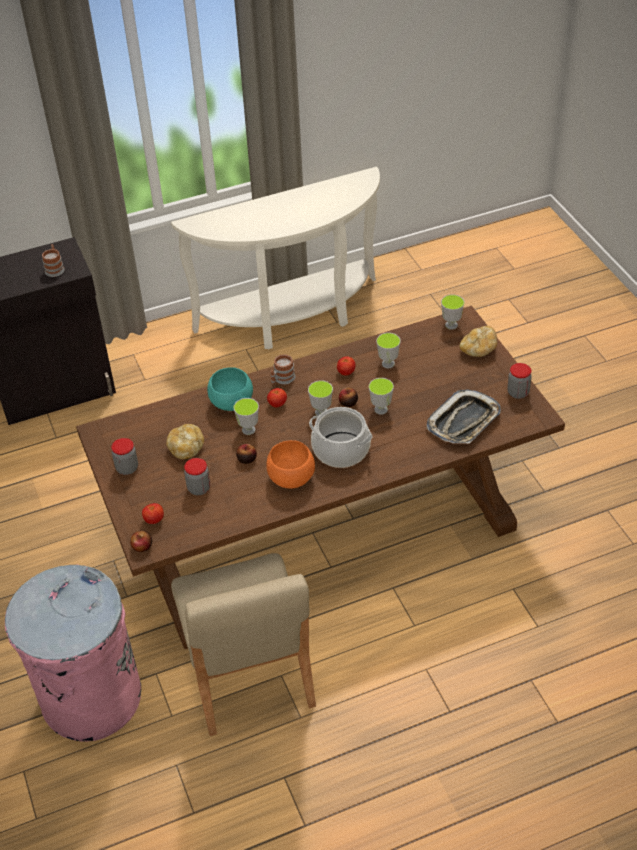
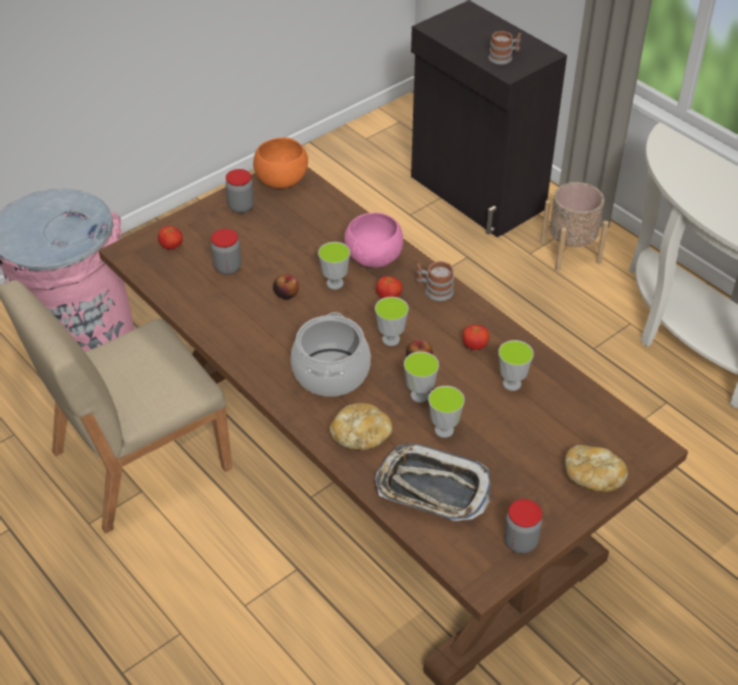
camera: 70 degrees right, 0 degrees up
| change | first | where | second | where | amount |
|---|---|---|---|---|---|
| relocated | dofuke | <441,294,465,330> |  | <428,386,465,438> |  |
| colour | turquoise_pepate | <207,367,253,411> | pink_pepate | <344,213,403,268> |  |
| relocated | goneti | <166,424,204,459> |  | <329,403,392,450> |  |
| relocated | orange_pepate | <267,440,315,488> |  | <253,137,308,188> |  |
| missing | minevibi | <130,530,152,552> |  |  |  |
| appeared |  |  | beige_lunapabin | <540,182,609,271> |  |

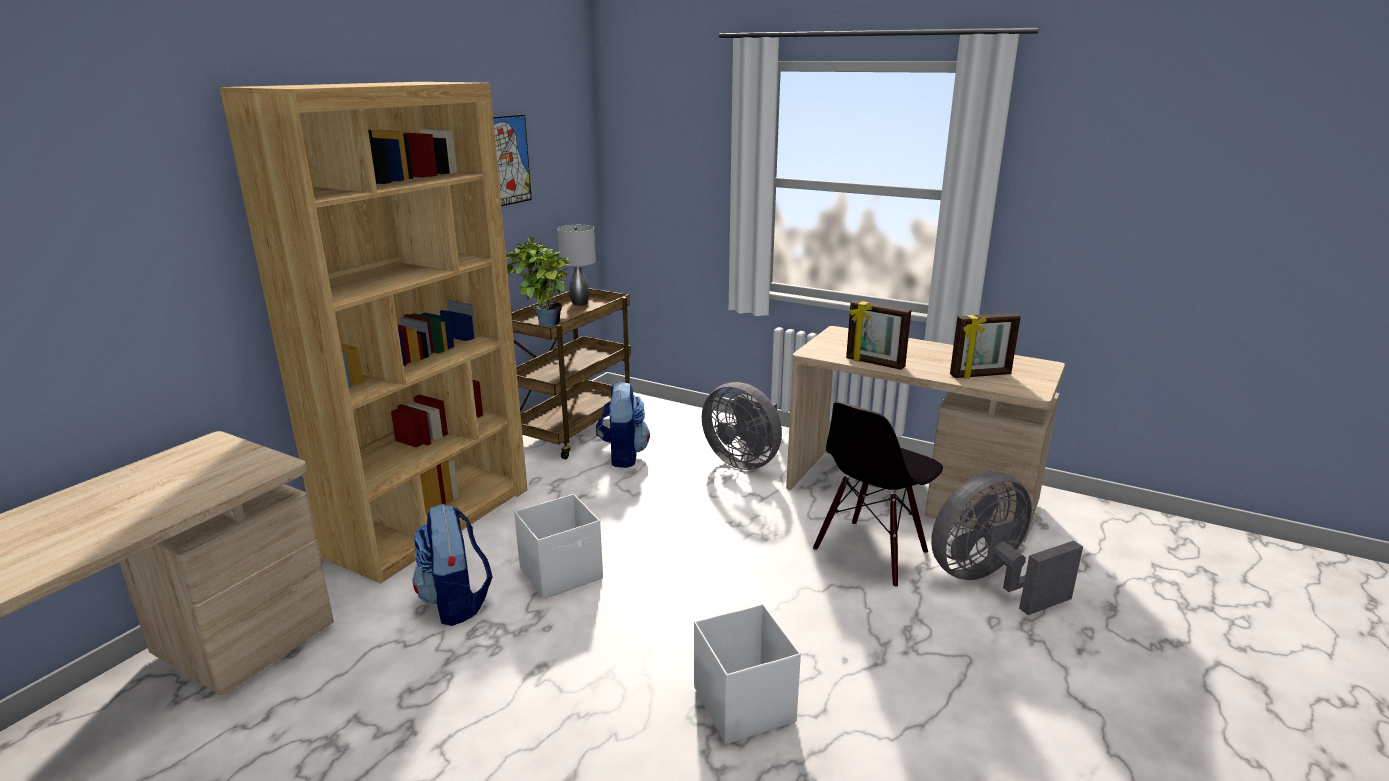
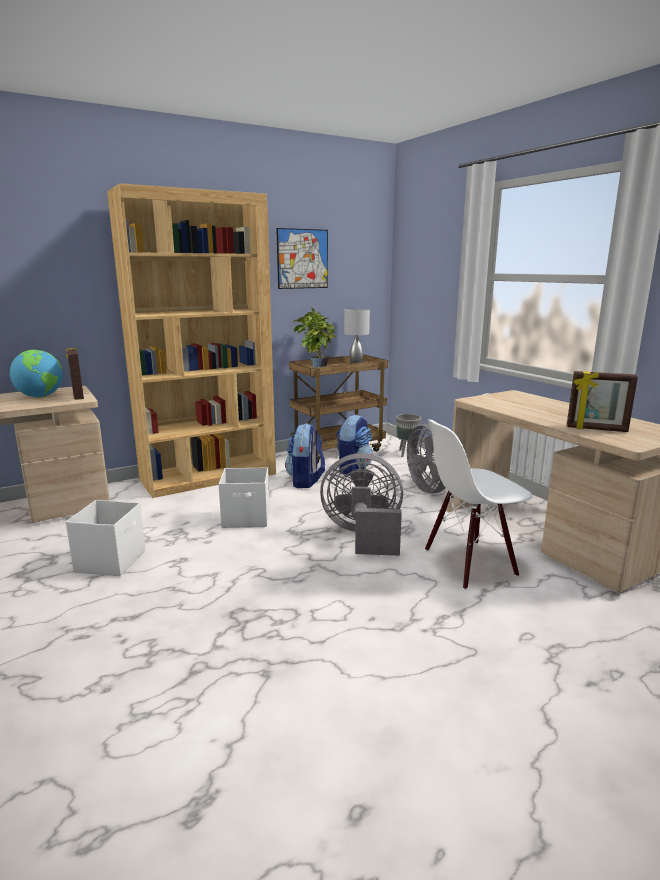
camera: 30 degrees right, 5 degrees down
| change | first | where | second | where | amount |
|---|---|---|---|---|---|
| relocated | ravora | <846,300,911,370> |  | <66,348,84,400> |  |
| colour | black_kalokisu | <813,402,943,588> | white_kalokisu | <425,419,533,590> |  |
| relocated | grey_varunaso | <931,472,1083,615> |  | <320,453,403,556> |  |
| relocated | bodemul | <413,504,493,626> |  | <285,423,325,488> |  |
| relocated | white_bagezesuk | <694,604,801,744> |  | <66,500,145,576> |  |
| appeared |  |  | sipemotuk | <10,350,63,398> |  |
| appeared |  |  | grey_lunapabin | <396,414,421,457> |  |

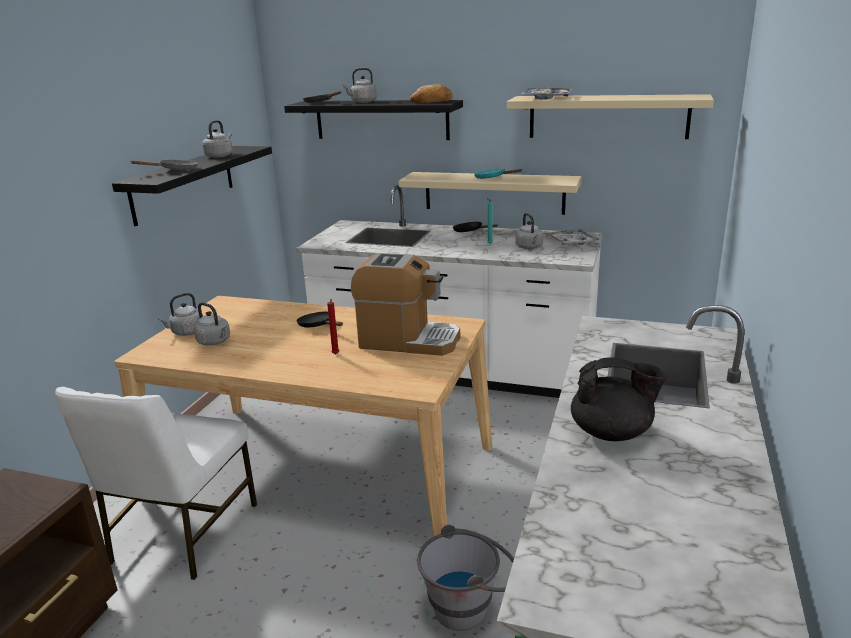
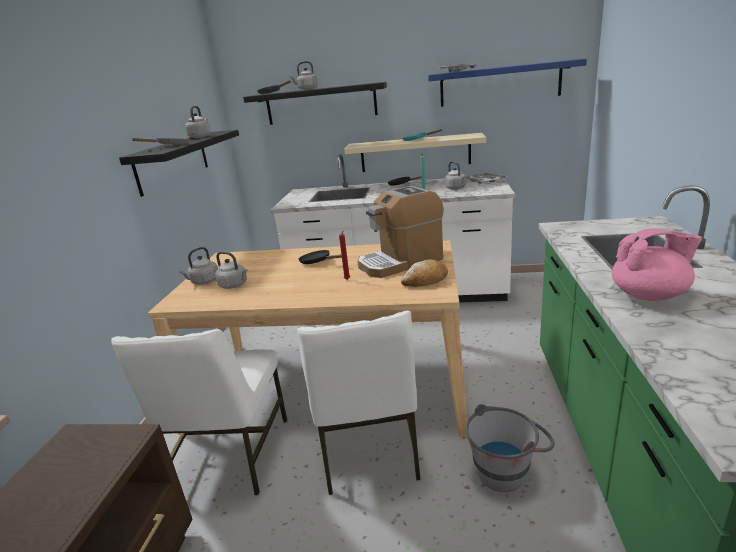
camera: 10 degrees left, 0 degrees up
| change | first | where | second | where | amount |
|---|---|---|---|---|---|
| relocated | goneti | <410,84,453,103> |  | <401,259,448,287> |  |
| colour | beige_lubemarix | <507,94,714,139> | blue_lubemarix | <428,59,587,107> |  |
| spun | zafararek | <351,253,460,356> |  | <358,186,444,278> | 150 degrees clockwise |
| colour | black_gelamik | <571,357,667,441> | pink_gelamik | <612,229,702,301> |  |
| appeared |  |  | white_kalokisu | <297,311,421,495> |  |

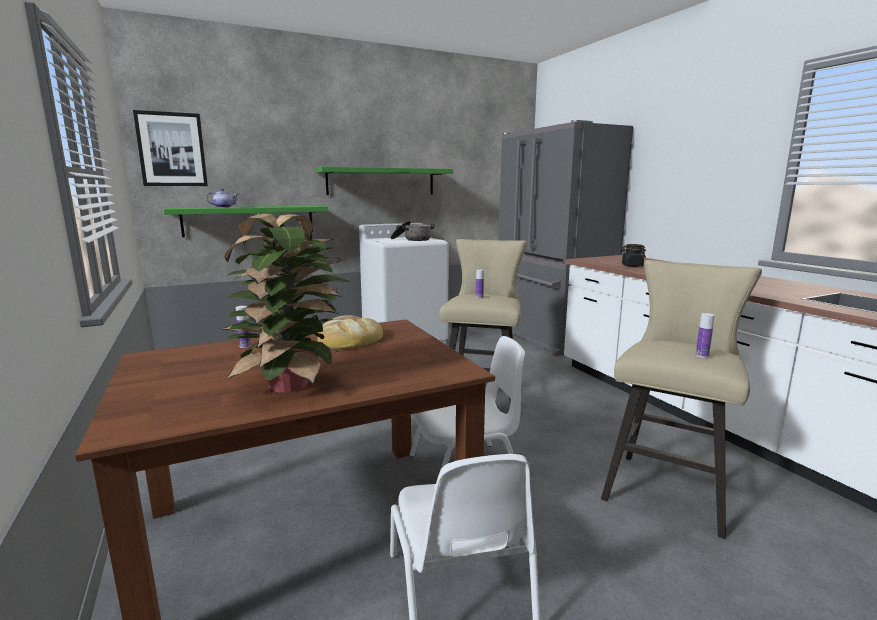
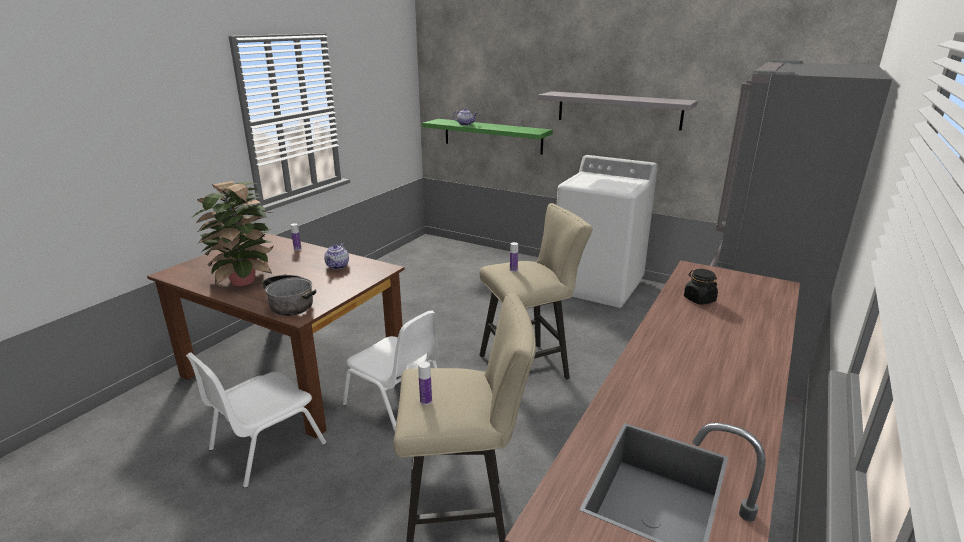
camera: 55 degrees right, 10 degrees up
| change | first | where | second | where | amount |
|---|---|---|---|---|---|
| missing | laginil | <133,110,208,186> |  |  |  |
| colour | green_lubemarix | <315,167,453,195> | grey_lubemarix | <538,91,698,130> |  |
| relocated | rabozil | <391,221,435,241> |  | <263,274,316,316> |  |
| exchanged | goneti | <317,315,383,349> | gelamik | <324,243,349,269> |  |

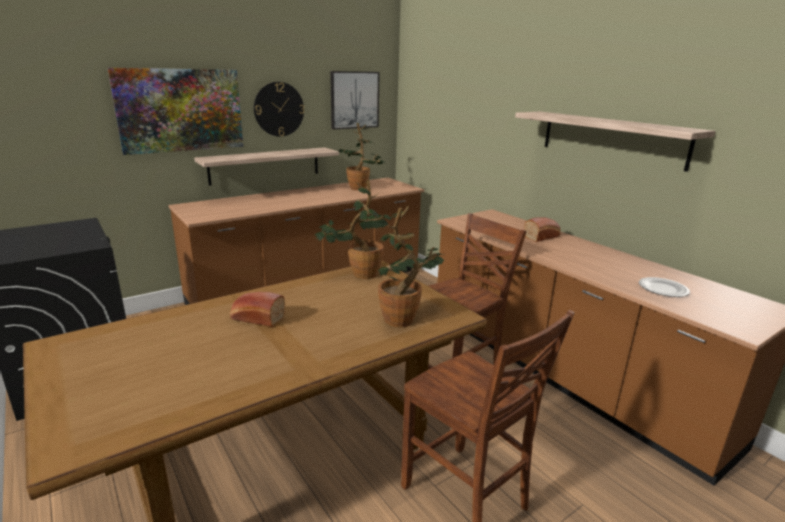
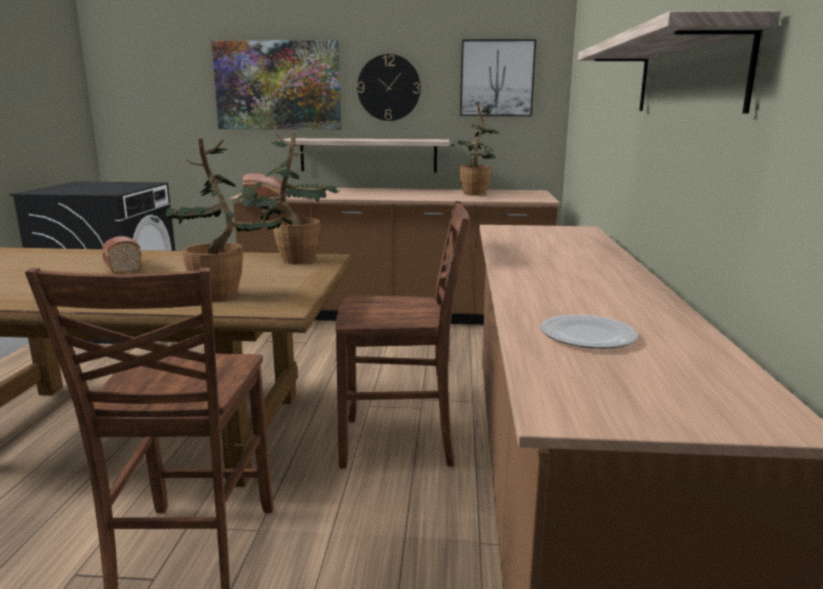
camera: 40 degrees right, 5 degrees down
| change | first | where | second | where | amount |
|---|---|---|---|---|---|
| relocated | goneti | <524,217,561,242> |  | <243,173,282,197> |  |

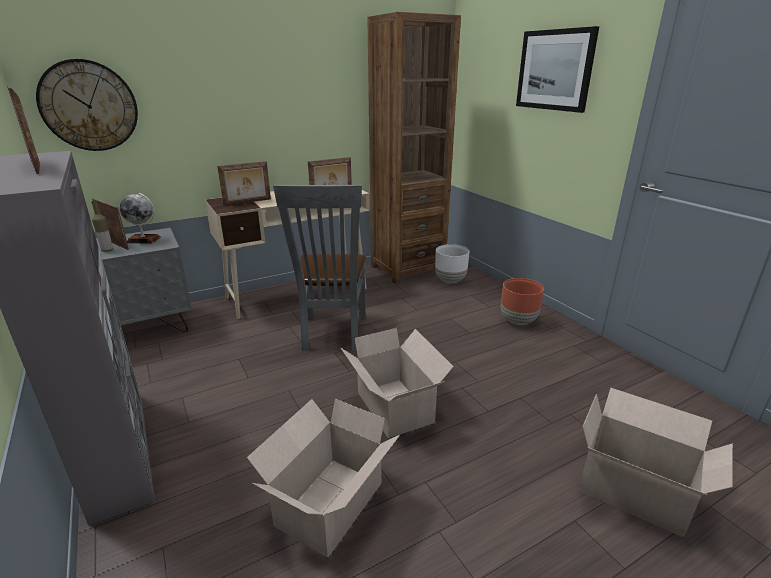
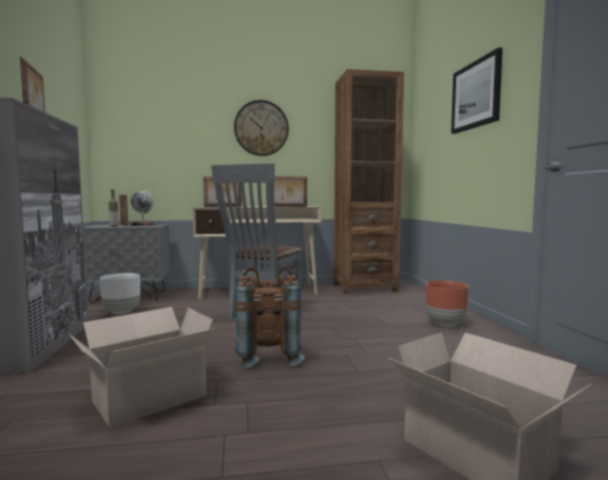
camera: 20 degrees right, 20 degrees down
| change | first | where | second | where | amount |
|---|---|---|---|---|---|
| relocated | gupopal | <36,59,138,151> |  | <234,100,289,156> |  |
| relocated | white_lunapabin | <435,244,469,283> |  | <100,273,140,314> |  |
| exchanged | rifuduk | <340,328,454,438> | brown_bodemul | <235,267,304,368> |  |

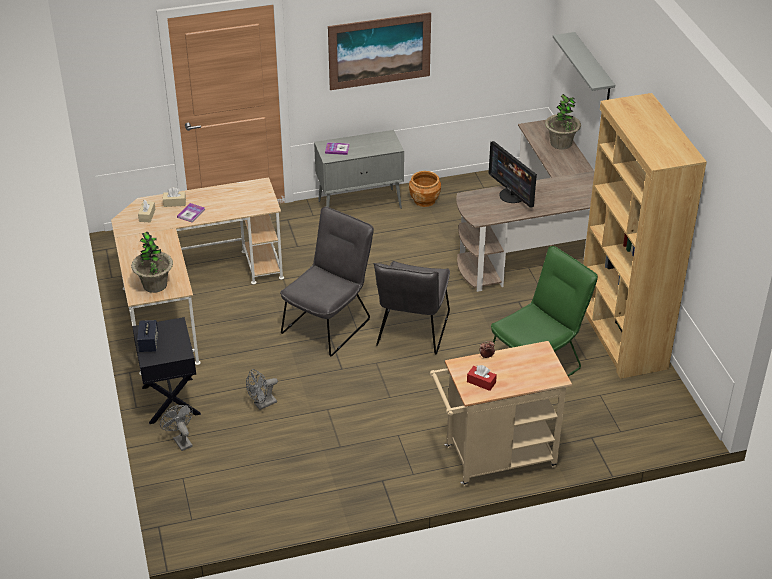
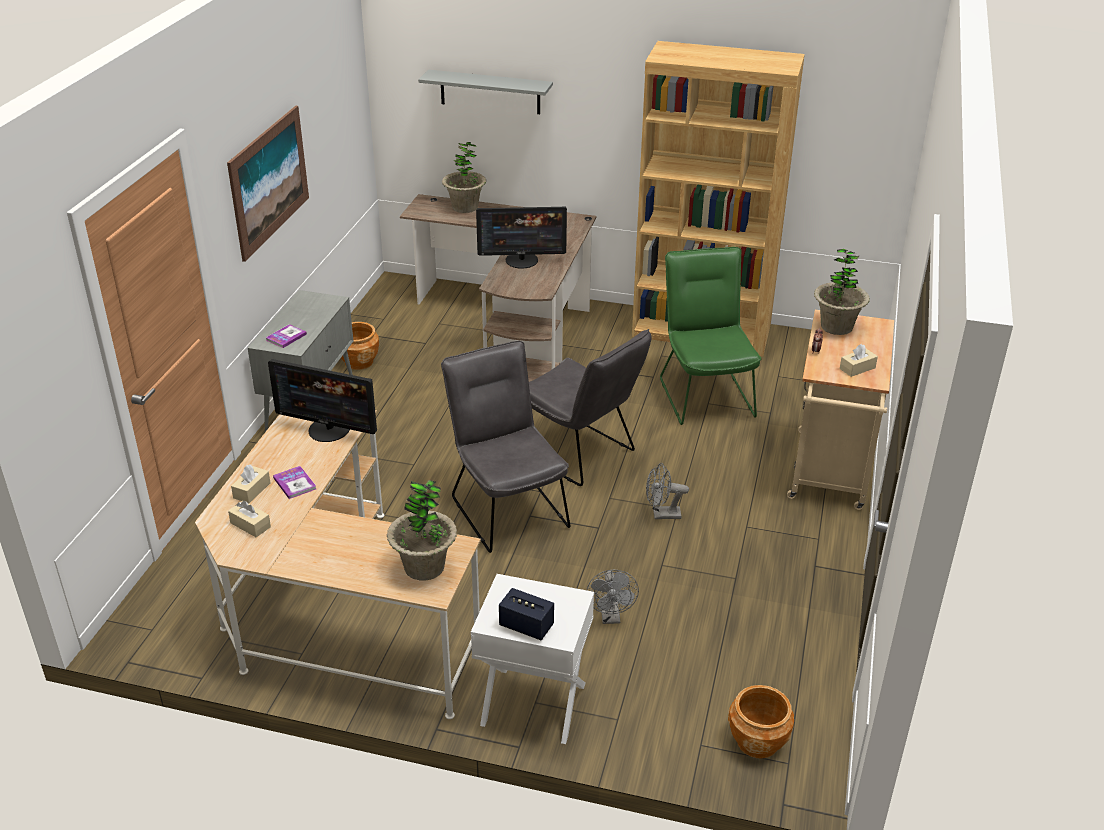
camera: 60 degrees left, 5 degrees down
| change | first | where | second | where | amount |
|---|---|---|---|---|---|
| colour | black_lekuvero | <132,317,201,424> | white_lekuvero | <471,574,594,744> |  |
| colour | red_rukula | <467,365,497,391> | beige_rukula | <840,344,878,377> |  |
| relocated | grey_varunaso | <160,405,193,451> |  | <646,463,689,519> |  |
| appeared |  |  | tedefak | <814,249,870,335> |  |
| appeared |  |  | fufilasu | <268,359,377,442> |  |
| appeared |  |  | brown_lunapabin | <728,685,794,759> |  |

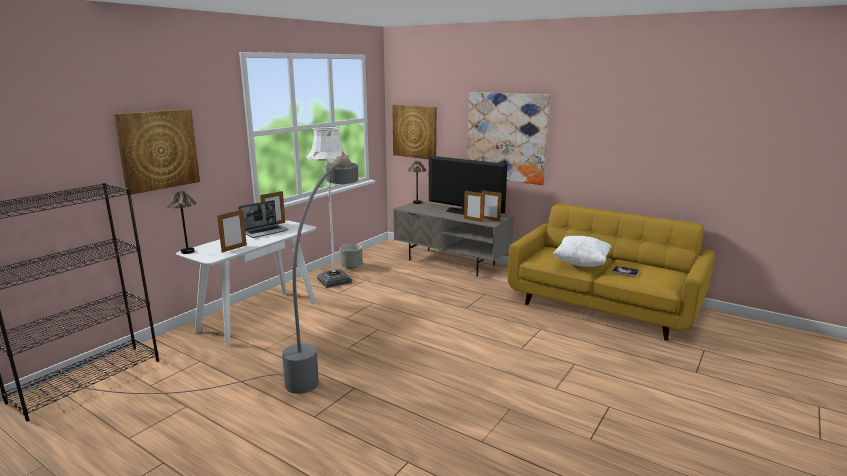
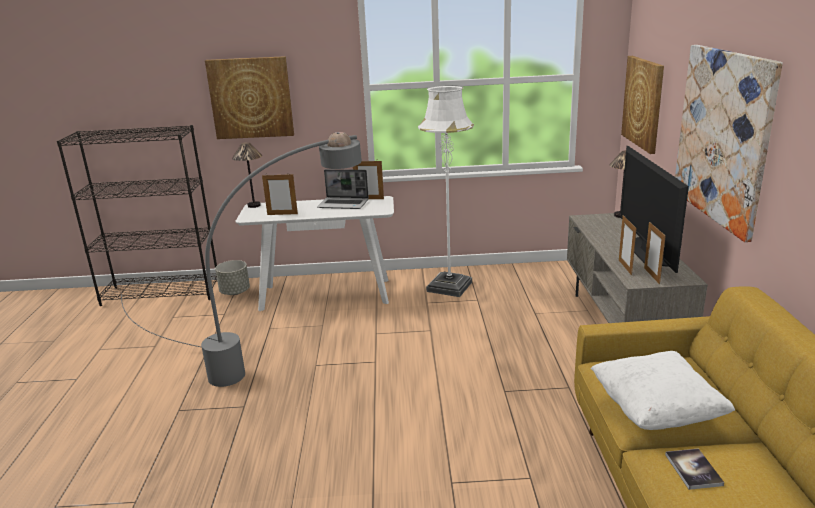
camera: 55 degrees right, 5 degrees up
| change | first | where | second | where | amount |
|---|---|---|---|---|---|
| relocated | grey_lunapabin | <340,244,363,269> |  | <215,260,250,295> |  |

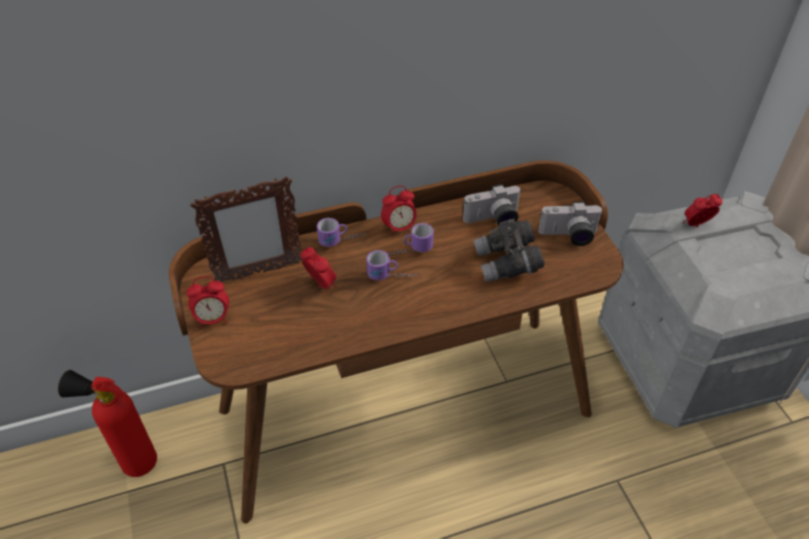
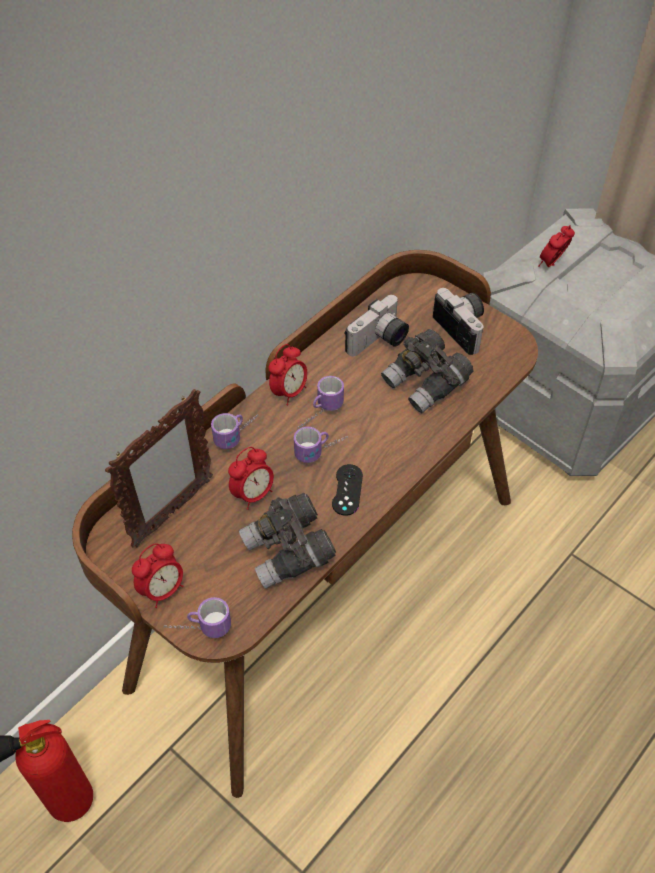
camera: 30 degrees left, 5 degrees up
| change | first | where | second | where | amount |
|---|---|---|---|---|---|
| spun | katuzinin | <538,202,602,246> |  | <433,288,484,355> | 90 degrees counterclockwise |
| spun | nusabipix | <301,247,337,289> |  | <228,447,274,510> | 120 degrees clockwise |
| appeared |  |  | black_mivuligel | <332,464,363,516> |  |
| appeared |  |  | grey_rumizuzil | <239,493,336,589> |  |
| appeared |  |  | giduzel | <164,597,231,638> |  |

